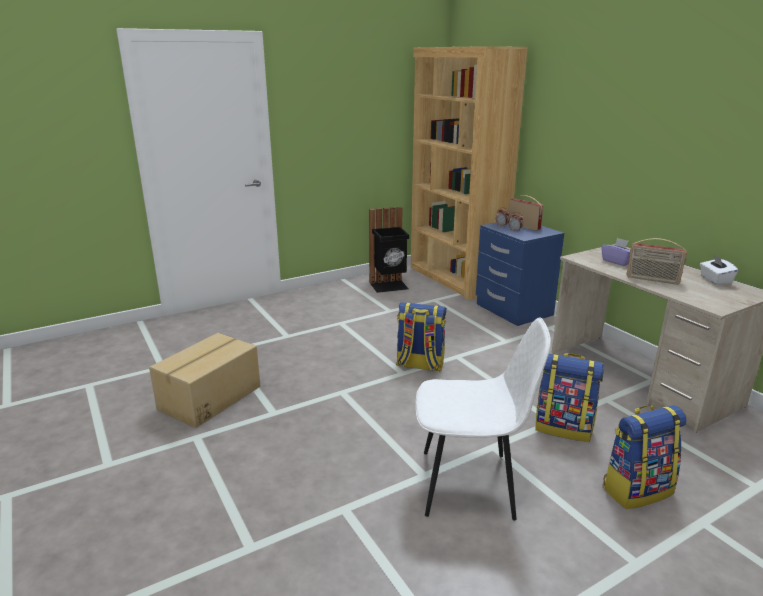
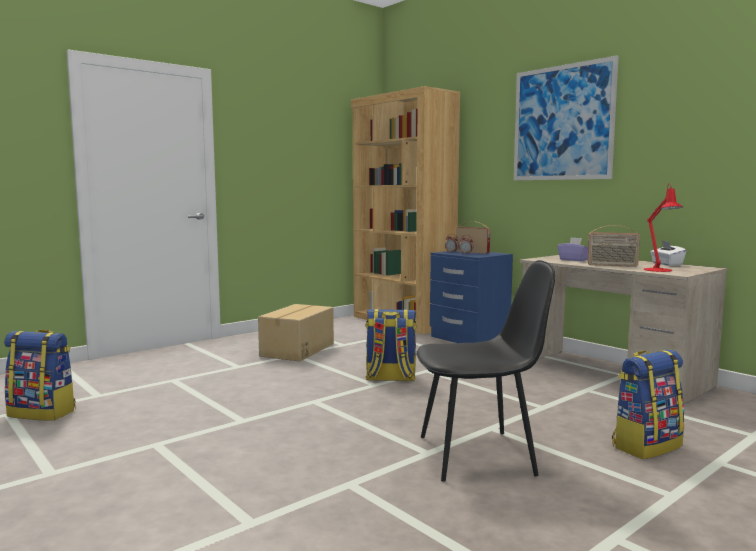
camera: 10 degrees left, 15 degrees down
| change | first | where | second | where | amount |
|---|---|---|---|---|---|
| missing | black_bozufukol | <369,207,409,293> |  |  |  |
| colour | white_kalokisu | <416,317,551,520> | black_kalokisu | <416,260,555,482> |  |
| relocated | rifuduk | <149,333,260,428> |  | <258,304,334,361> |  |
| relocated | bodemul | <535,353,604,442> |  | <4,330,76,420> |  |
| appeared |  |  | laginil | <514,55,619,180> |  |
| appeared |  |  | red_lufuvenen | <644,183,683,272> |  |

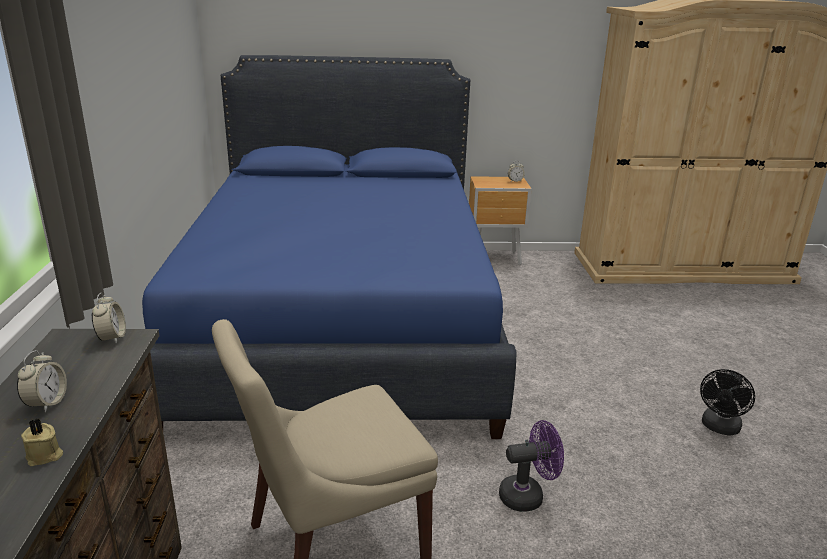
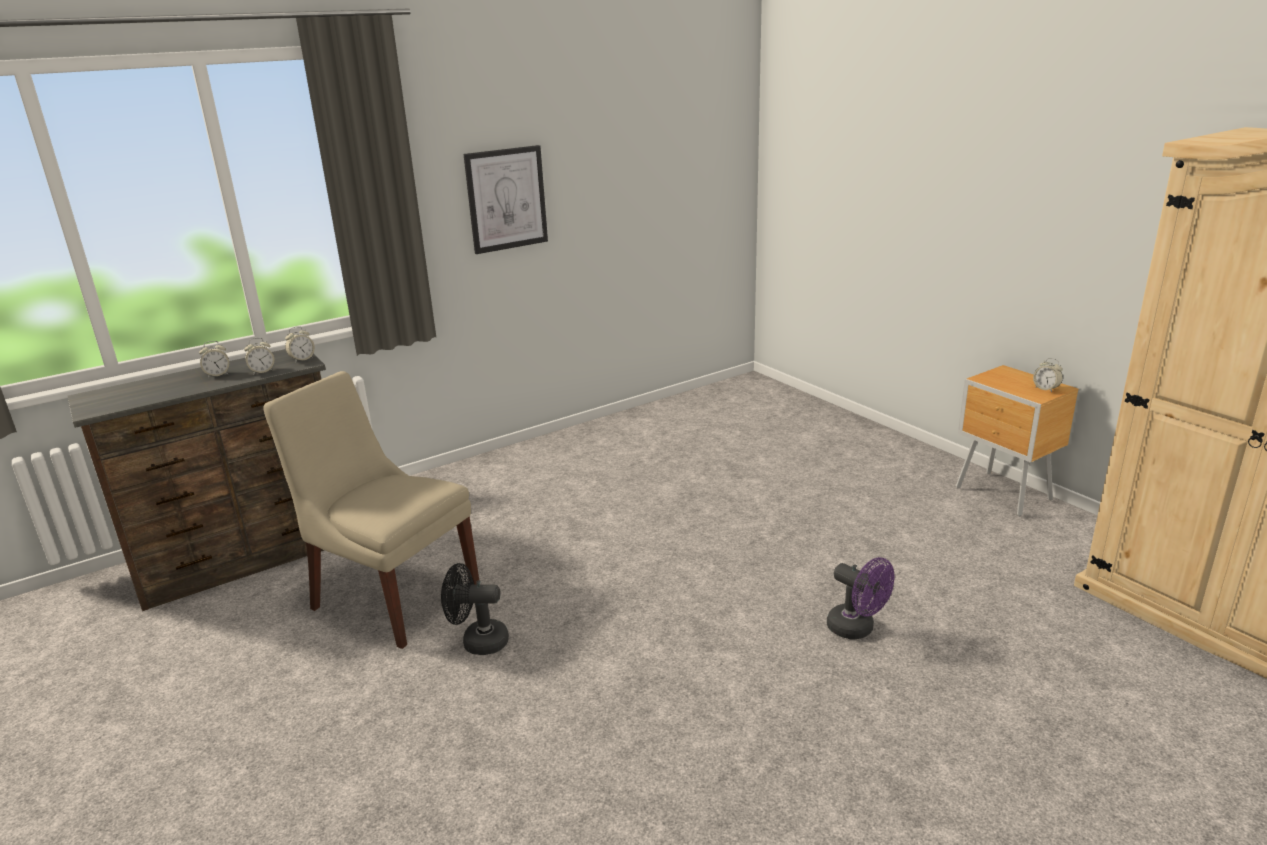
camera: 60 degrees right, 0 degrees up
| change | first | where | second | where | amount |
|---|---|---|---|---|---|
| missing | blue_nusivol | <142,55,517,439> |  |  |  |
| relocated | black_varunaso | <700,369,755,436> |  | <441,563,509,655> |  |
| missing | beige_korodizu | <21,418,63,466> |  |  |  |
| relocated | purple_varunaso | <499,420,564,512> |  | <827,557,895,639> |  |
| appeared |  |  | laginil | <464,145,548,254> |  |
| appeared |  |  | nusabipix | <244,338,274,375> |  |

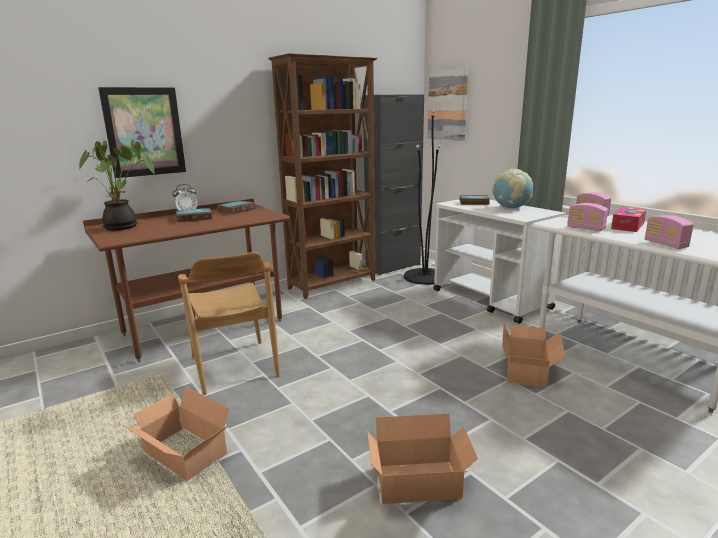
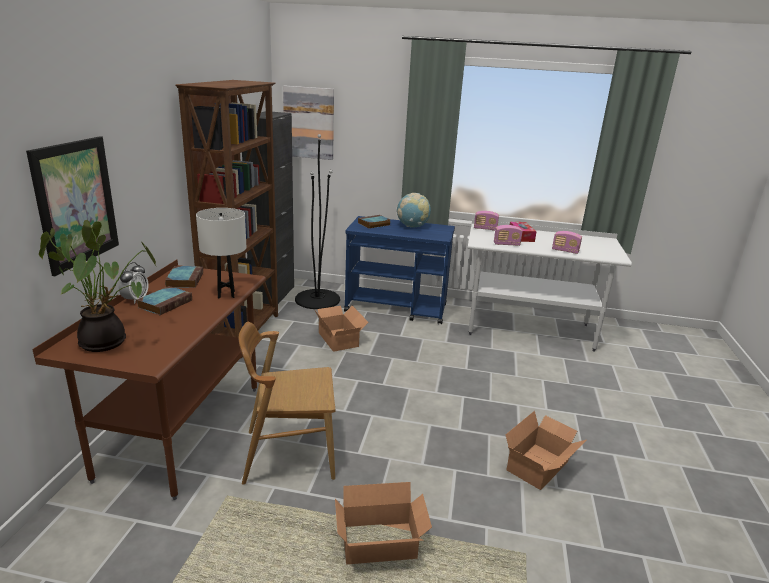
camera: 45 degrees left, 5 degrees up
| change | first | where | second | where | amount |
|---|---|---|---|---|---|
| colour | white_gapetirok | <433,199,566,324> | blue_gapetirok | <344,216,455,325> |  |
| spun | brown_kalokisu | <178,252,280,395> |  | <239,322,335,485> | 150 degrees clockwise |
| relocated | rifuduk | <502,324,565,388> |  | <314,306,368,352> |  |
| appeared |  |  | white_lufuvenen | <196,208,246,299> |  |

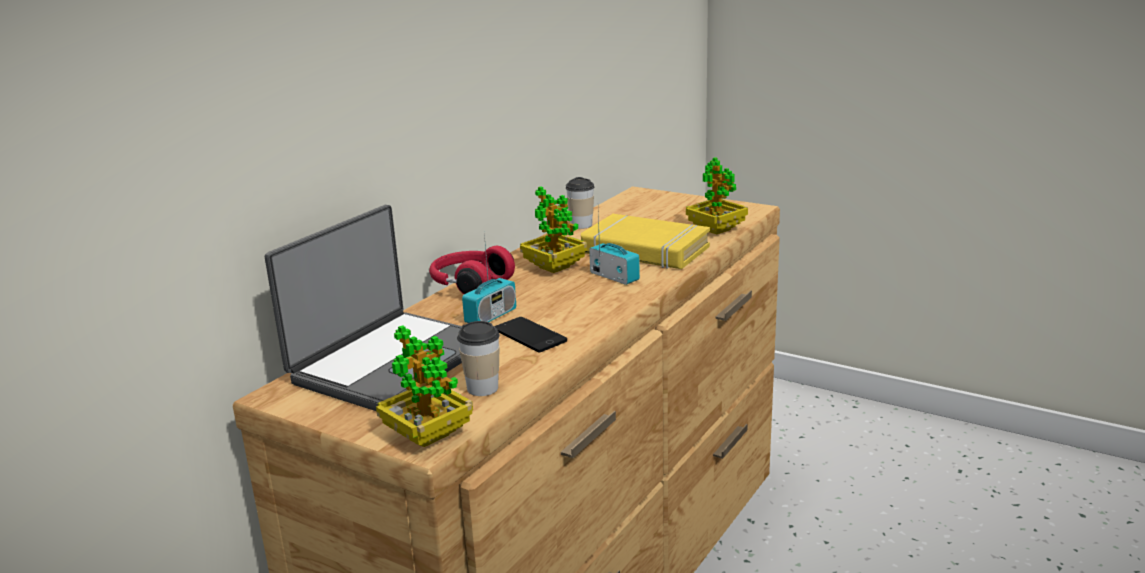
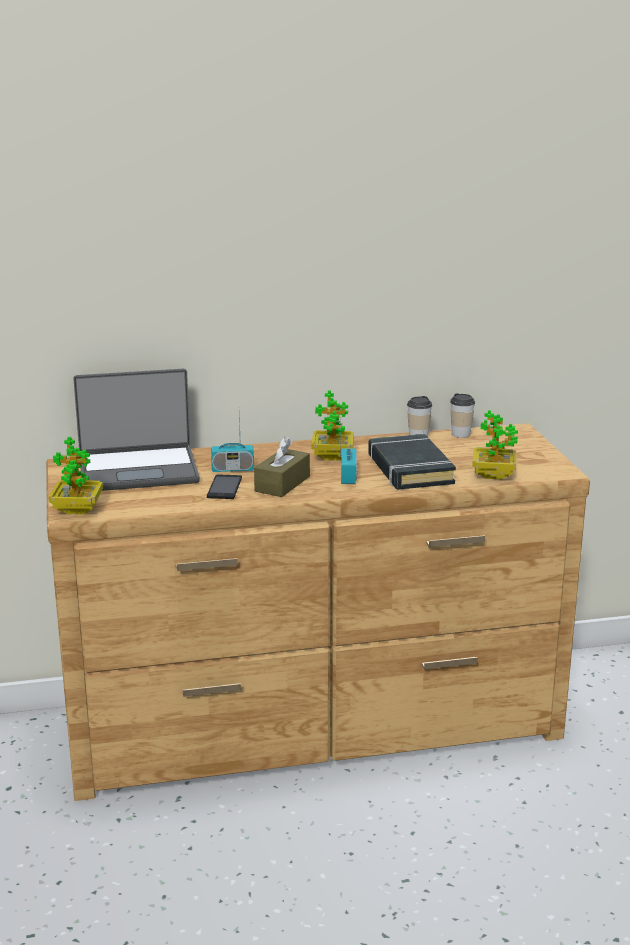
camera: 45 degrees right, 0 degrees up
| change | first | where | second | where | amount |
|---|---|---|---|---|---|
| colour | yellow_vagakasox | <581,214,710,269> | black_vagakasox | <368,434,456,490> |  |
| missing | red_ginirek | <429,246,515,294> |  |  |  |
| relocated | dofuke | <457,321,500,396> |  | <450,393,475,438> |  |
| appeared |  |  | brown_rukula | <254,437,310,497> |  |

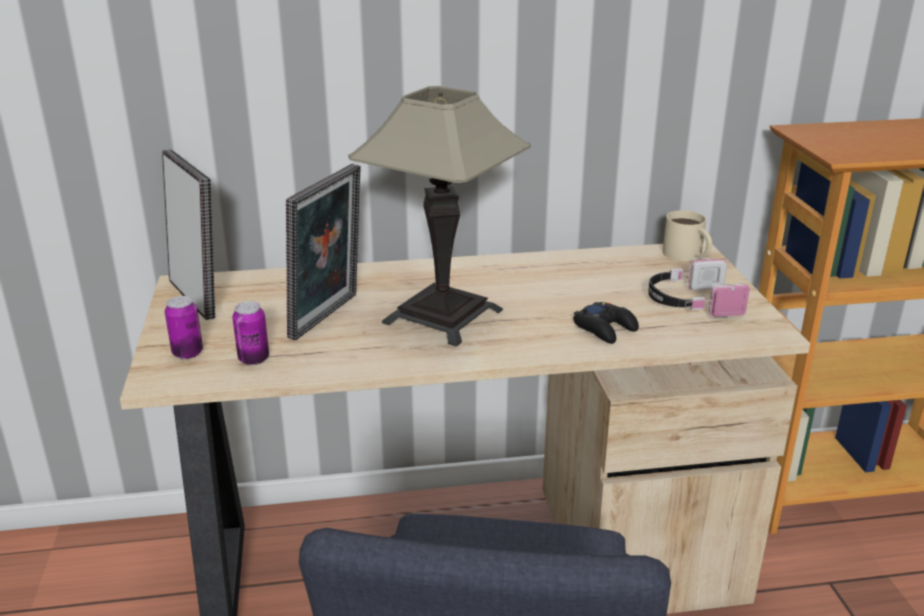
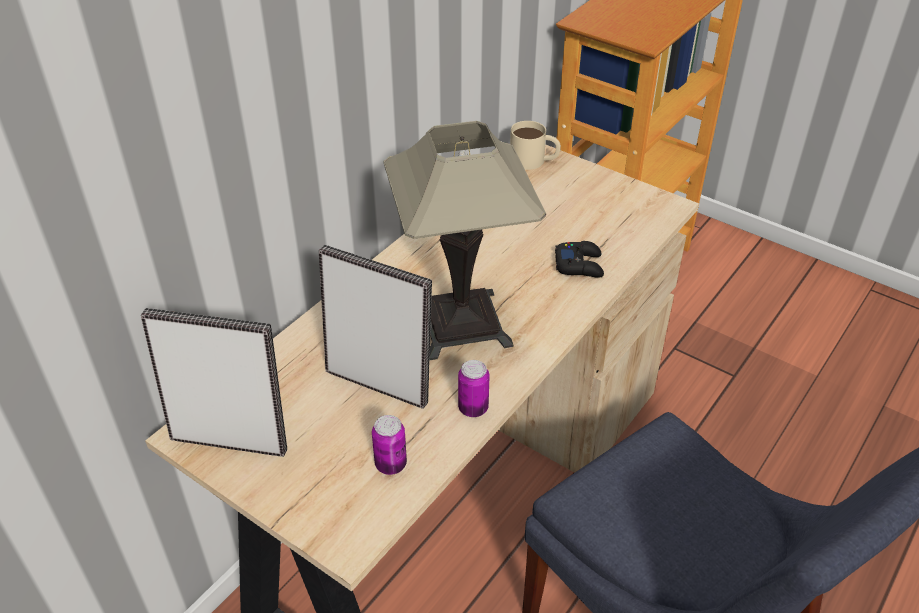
camera: 45 degrees left, 15 degrees up
| change | first | where | second | where | amount |
|---|---|---|---|---|---|
| spun | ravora | <286,164,361,341> |  | <319,245,432,409> | 45 degrees counterclockwise |
| missing | ginirek | <648,258,750,319> |  |  |  |
| relocated | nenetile | <165,296,203,359> |  | <458,360,490,417> |  |

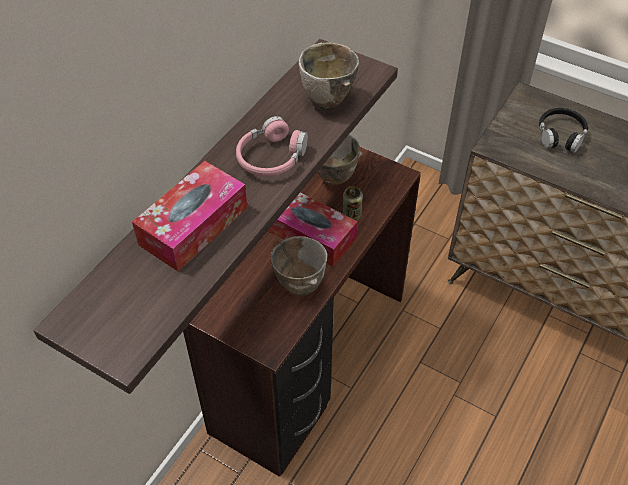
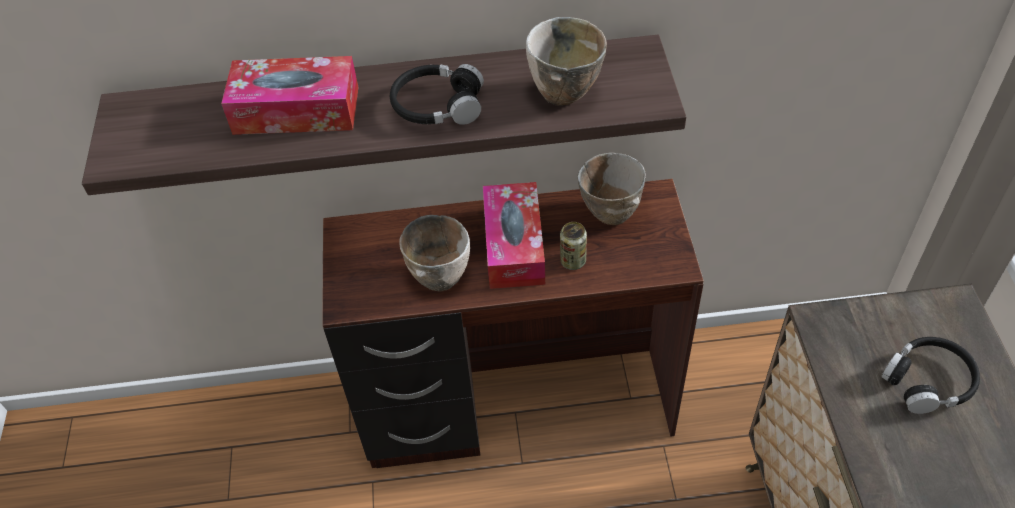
camera: 55 degrees right, 0 degrees up
| change | first | where | second | where | amount |
|---|---|---|---|---|---|
| colour | pink_ginirek | <236,116,308,176> | black_ginirek | <390,64,484,125> |  |

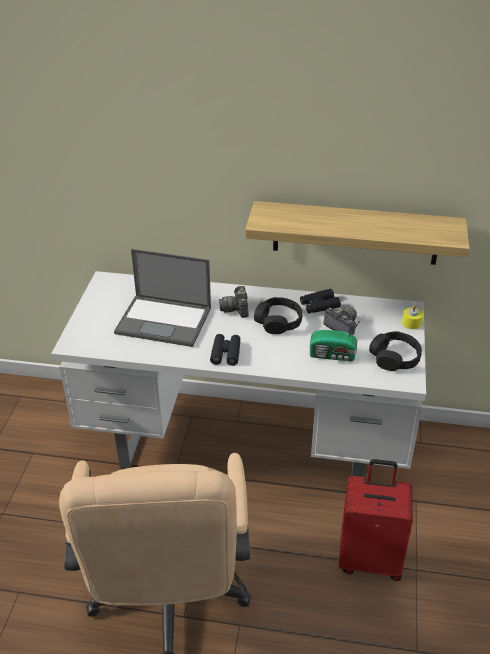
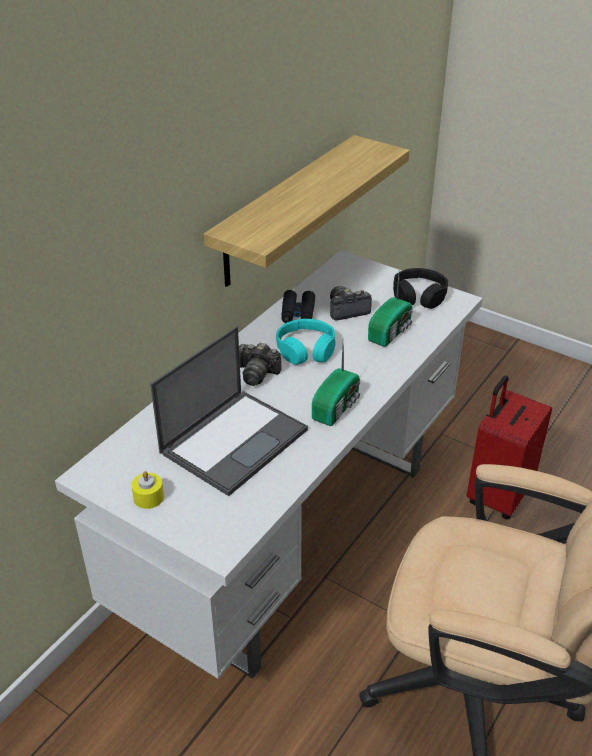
camera: 65 degrees left, 0 degrees up
| change | first | where | second | where | amount |
|---|---|---|---|---|---|
| colour | black_ginirek | <254,297,302,334> | turquoise_ginirek | <276,319,335,365> |  |
| relocated | yellow_korodizu | <402,305,423,329> |  | <131,471,164,509> |  |
| exchanged | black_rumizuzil | <210,334,240,366> | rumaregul | <312,341,360,426> |  |

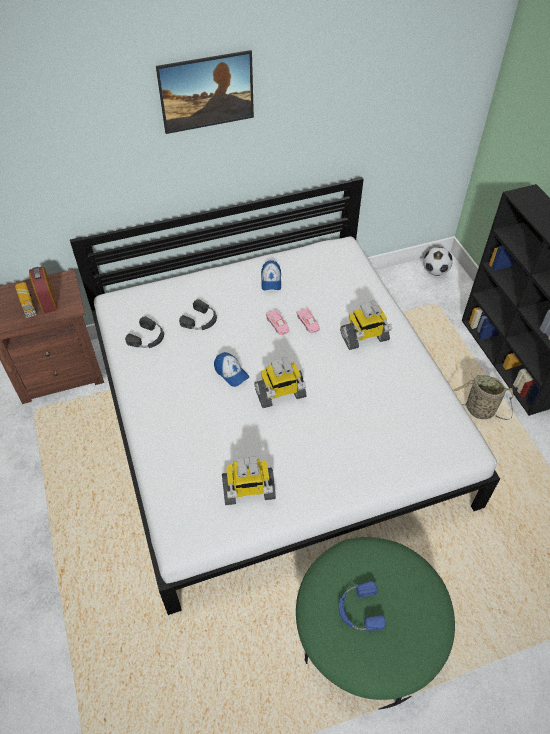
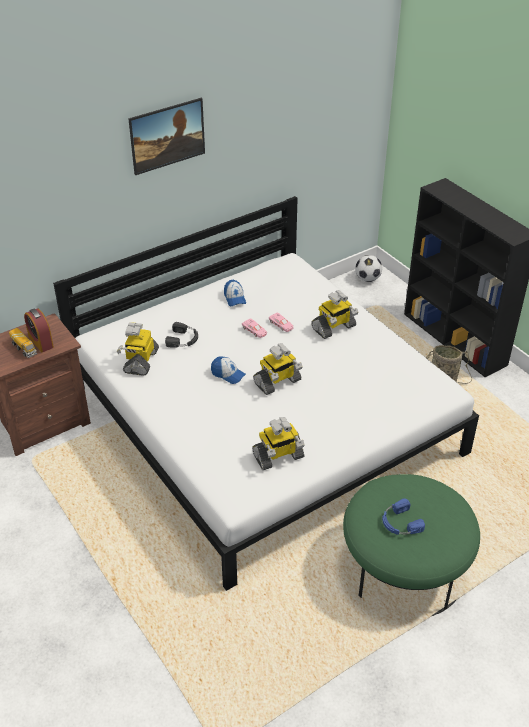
camera: 15 degrees left, 10 degrees down
| change | first | where | second | where | amount |
|---|---|---|---|---|---|
| exchanged | black_ginirek | <125,316,164,348> | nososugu | <117,322,159,376> |  |

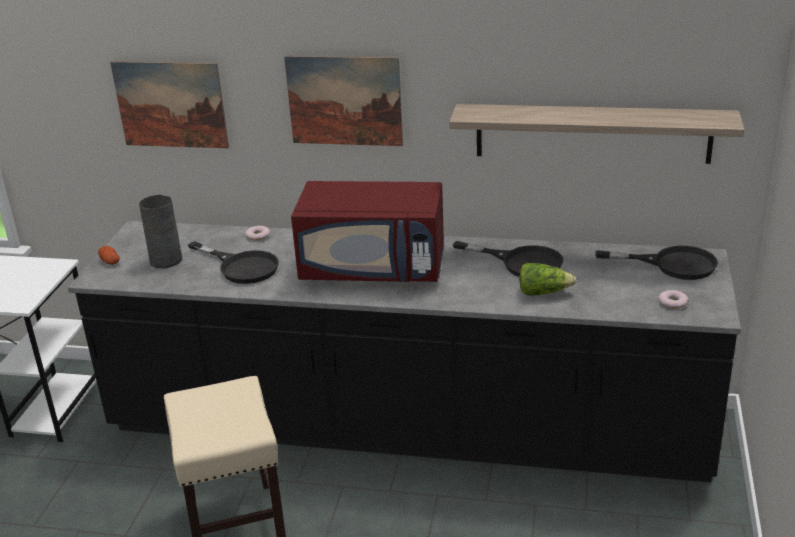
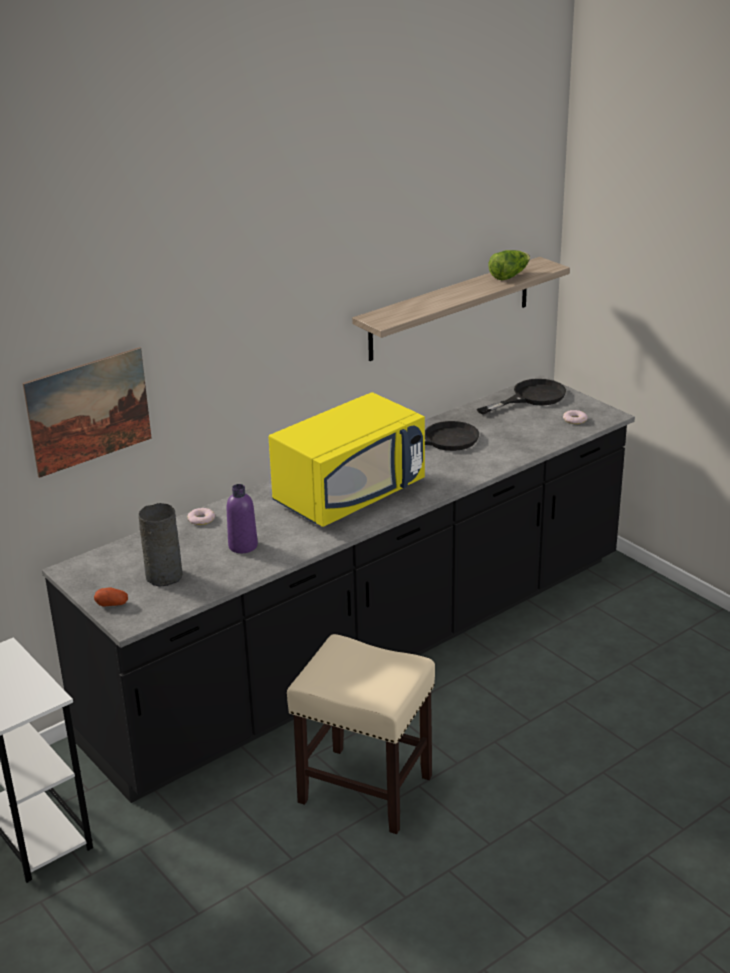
camera: 50 degrees left, 0 degrees up
| change | first | where | second | where | amount |
|---|---|---|---|---|---|
| missing | laginil | <284,56,403,146> |  |  |  |
| colour | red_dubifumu | <291,181,444,282> | yellow_dubifumu | <268,392,425,527> |  |
| exchanged | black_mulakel | <188,241,279,284> | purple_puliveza | <227,484,258,553> |  |
| relocated | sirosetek | <519,263,576,296> |  | <489,250,530,280> |  |

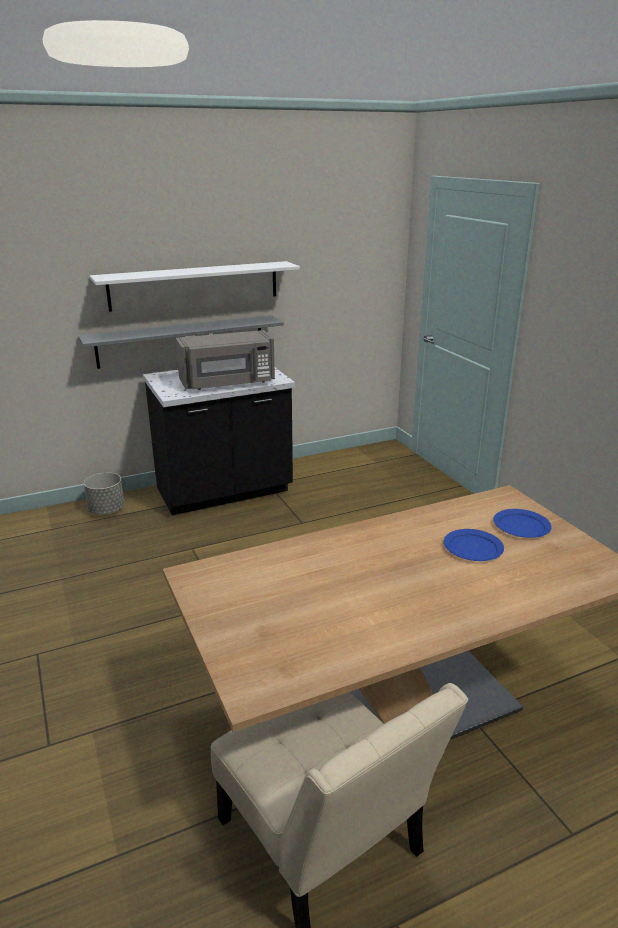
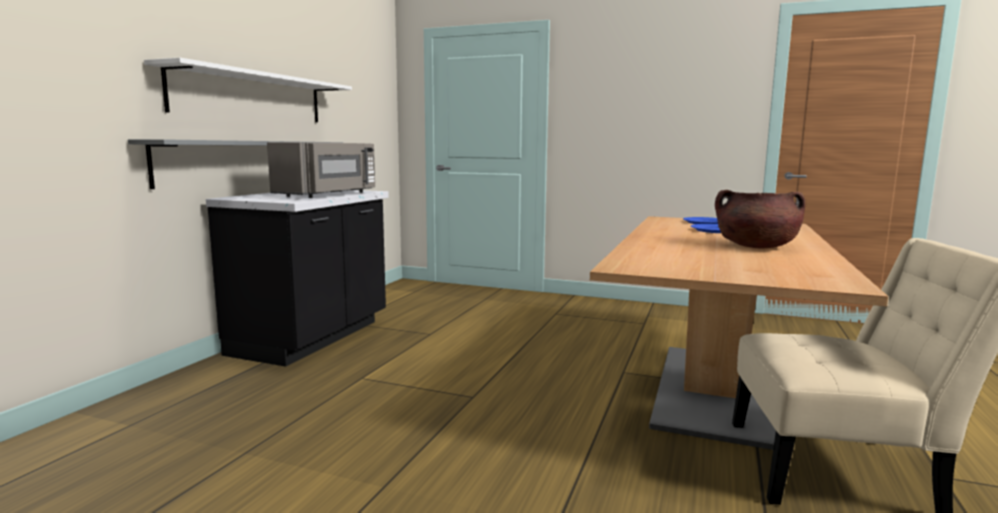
camera: 45 degrees left, 15 degrees down
| change | first | where | second | where | amount |
|---|---|---|---|---|---|
| missing | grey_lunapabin | <84,472,125,515> |  |  |  |
| appeared |  |  | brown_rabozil | <715,190,805,249> |  |

